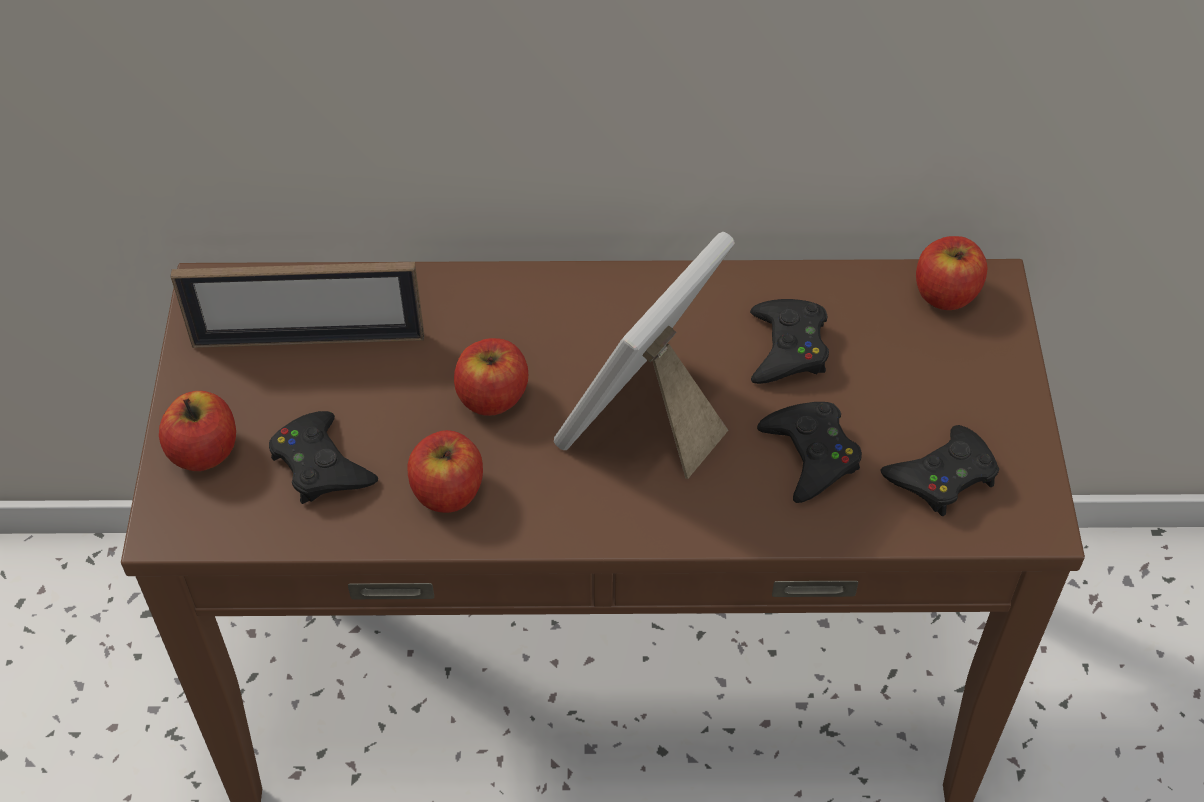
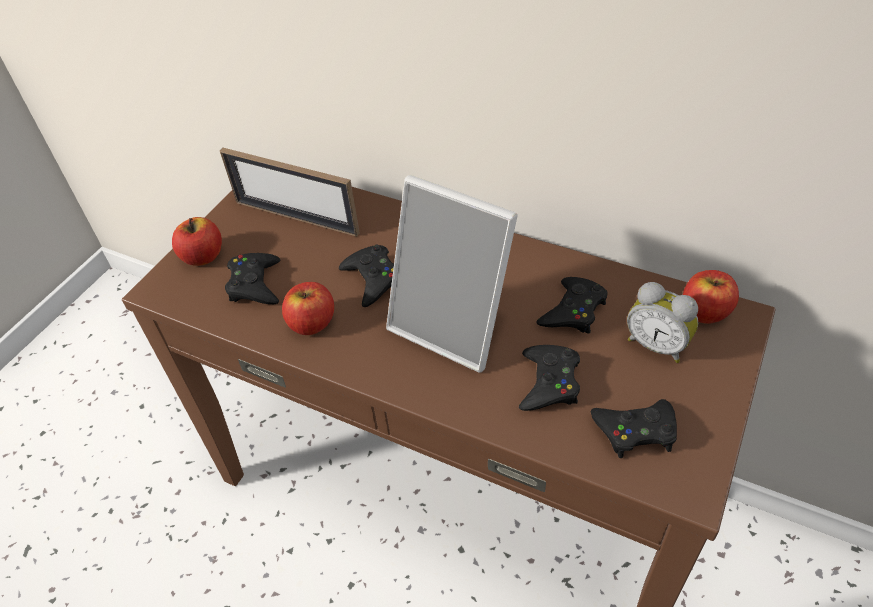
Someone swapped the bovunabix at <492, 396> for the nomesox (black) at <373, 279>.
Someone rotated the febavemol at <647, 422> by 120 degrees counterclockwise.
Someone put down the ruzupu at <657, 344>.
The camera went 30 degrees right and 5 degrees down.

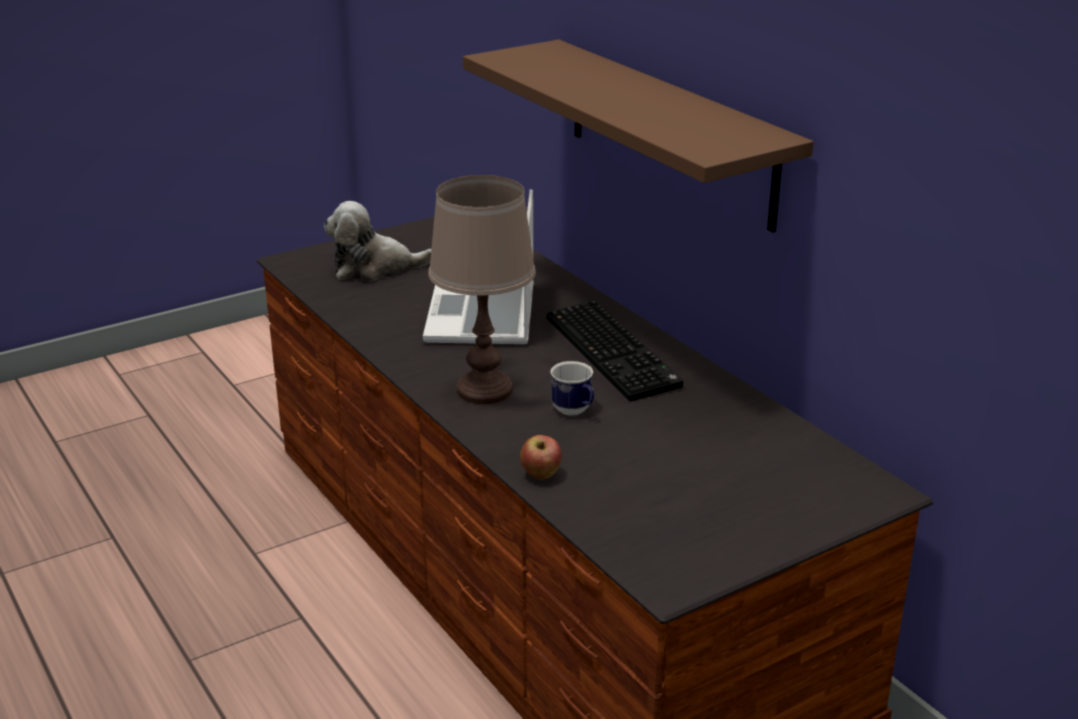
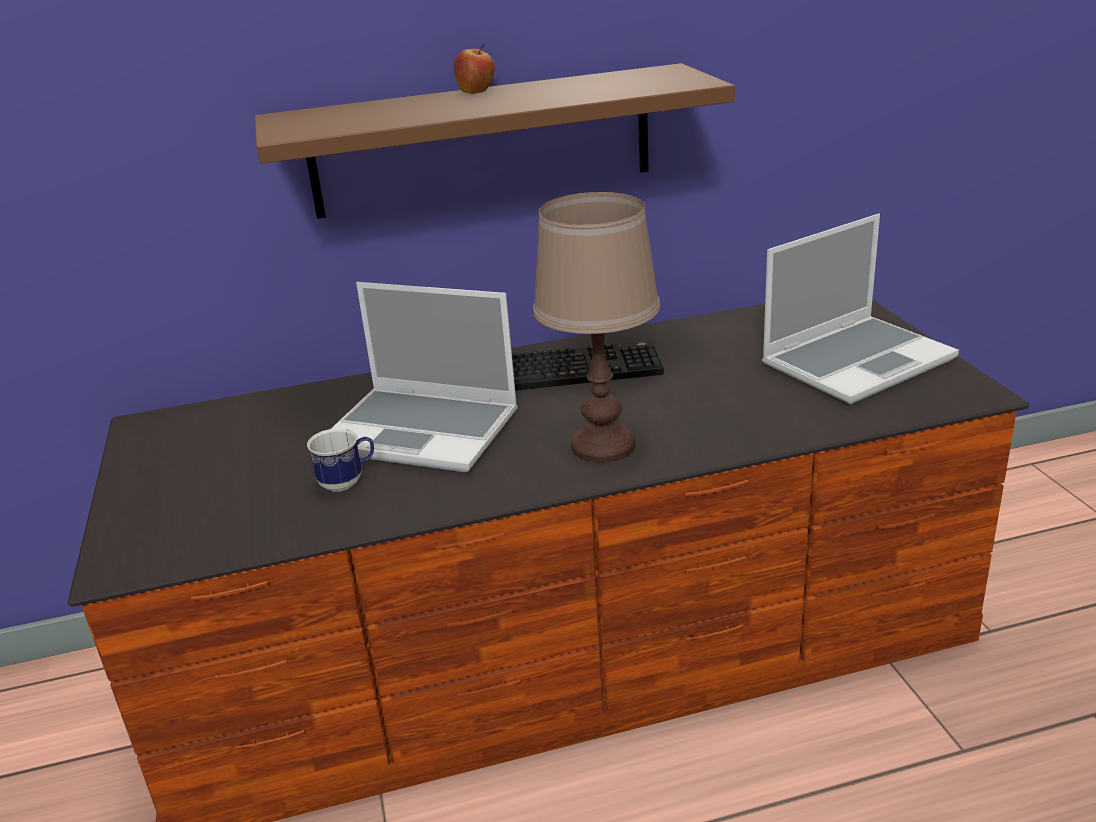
Someone carried the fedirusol from <575, 412> to <348, 482>.
Someone carried the bovunabix from <541, 475> to <477, 92>.
Someone put down the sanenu at <857, 361>.
Someone took away the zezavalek at <374, 268>.
The camera went 70 degrees left and 0 degrees up.

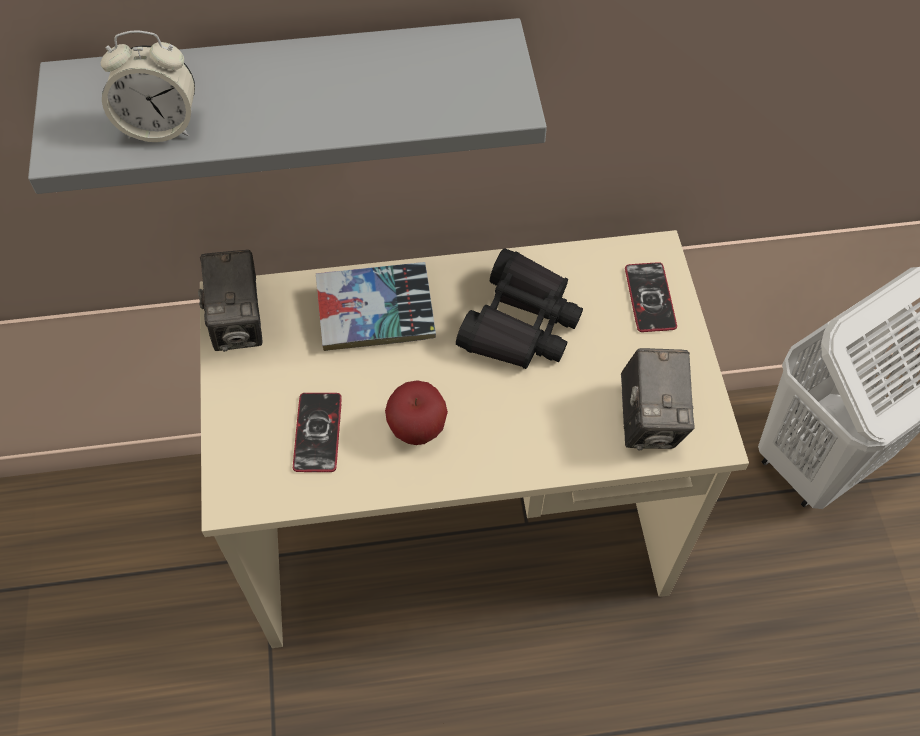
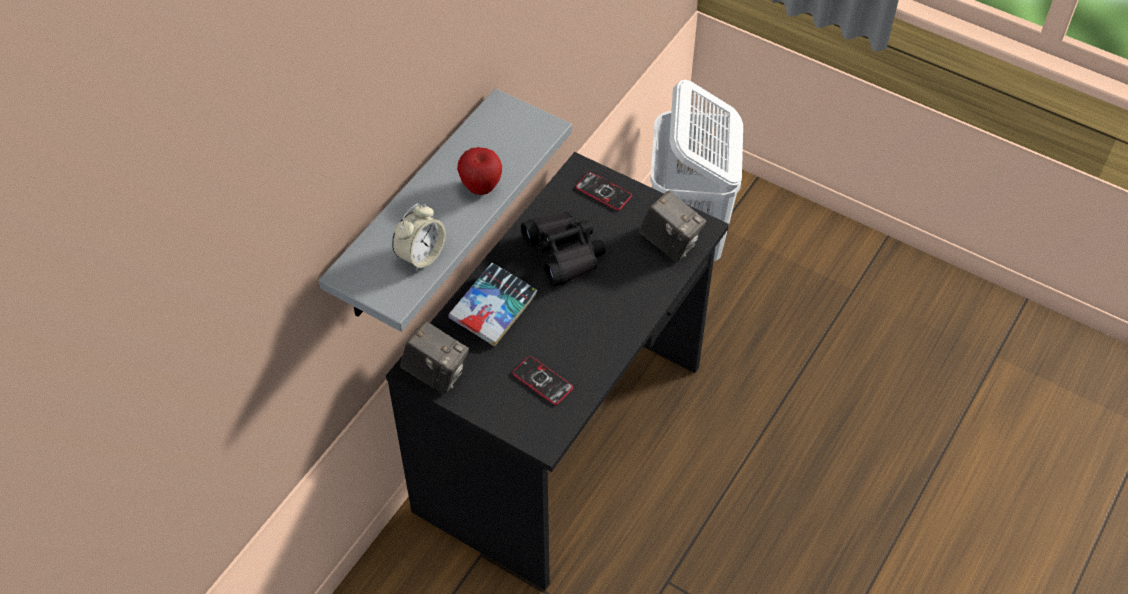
Someone repainted the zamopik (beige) at <459, 530>, which became the zamopik (black) at <563, 439>.
Someone carried the bovunabix from <417, 430> to <481, 187>.
The camera went 50 degrees left and 5 degrees down.

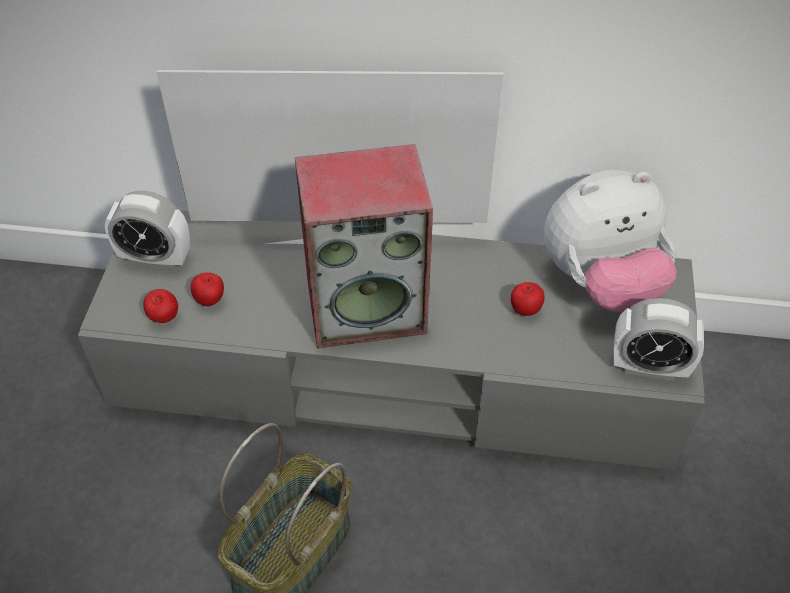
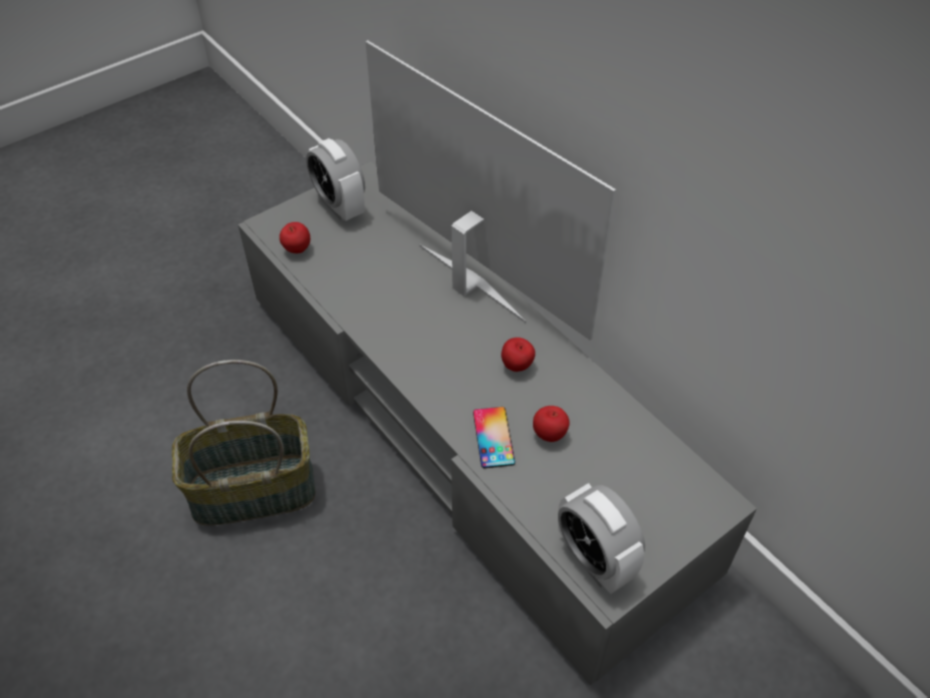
Someone put down the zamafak at <493, 437>.
Someone carried the bovunabix from <210, 300> to <517, 366>.
Someone took away the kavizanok at <367, 306>.
Someone took away the zezavalek at <600, 283>.
The camera went 45 degrees right and 0 degrees up.

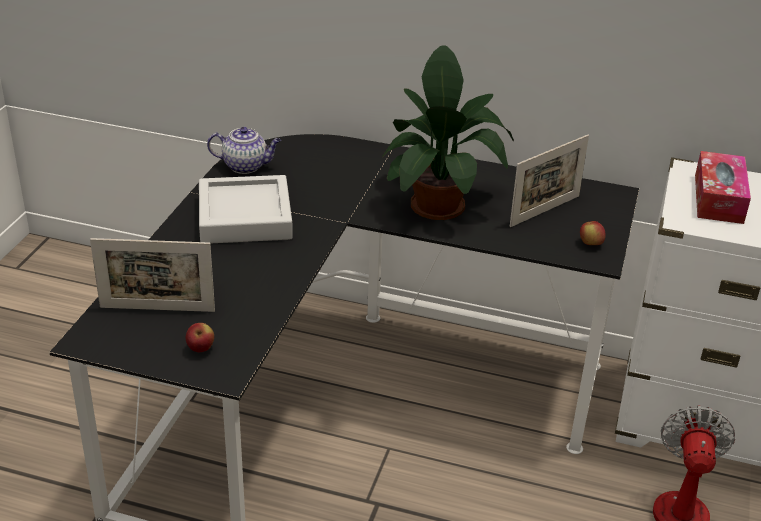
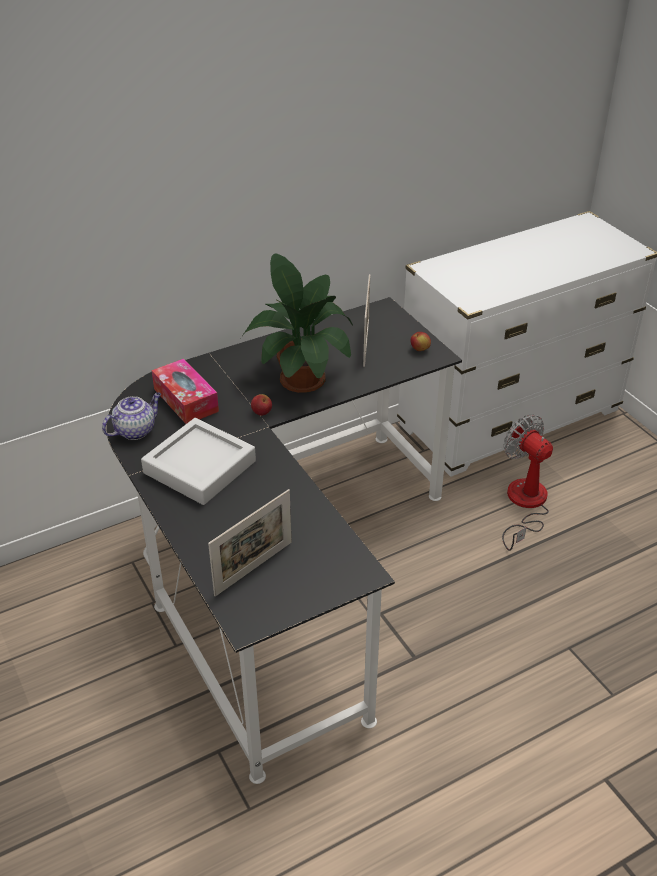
Someone carried the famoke from <718, 198> to <186, 400>.
Someone carried the bovunabix from <200, 349> to <262, 413>.
The camera went 45 degrees left and 5 degrees up.

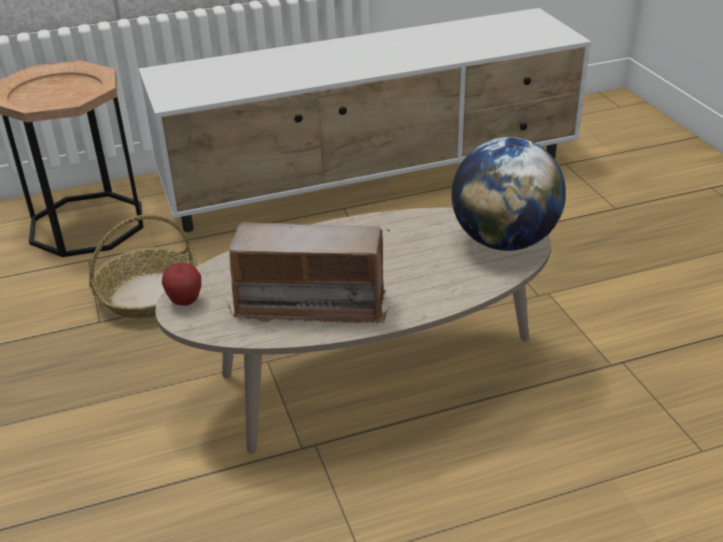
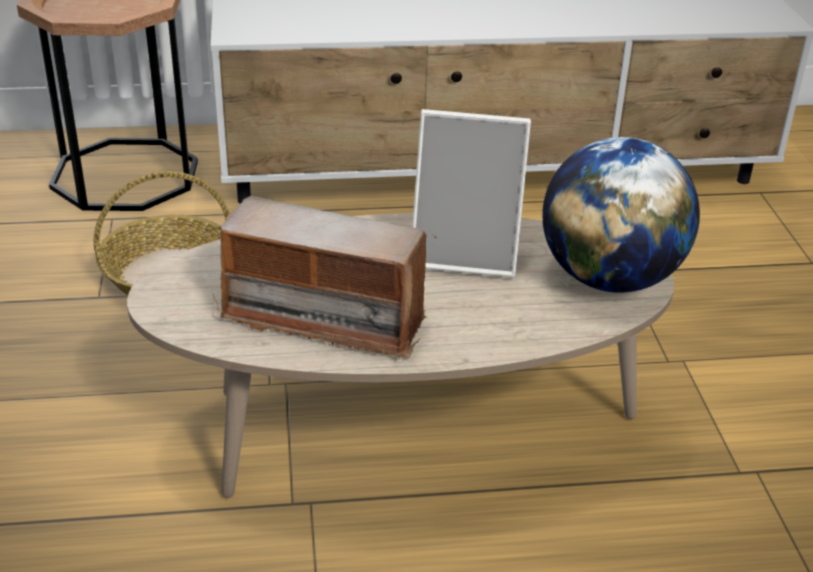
Someone put down the febavemol at <466, 253>.
Someone took away the bovunabix at <185, 301>.
The camera went 10 degrees right and 0 degrees up.

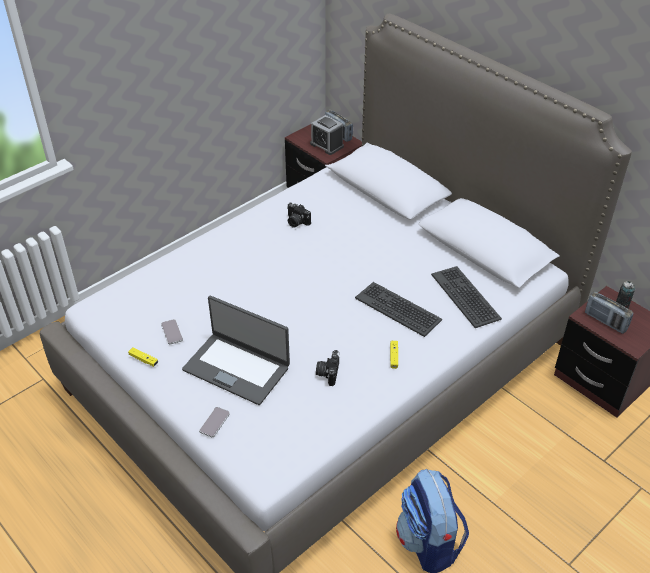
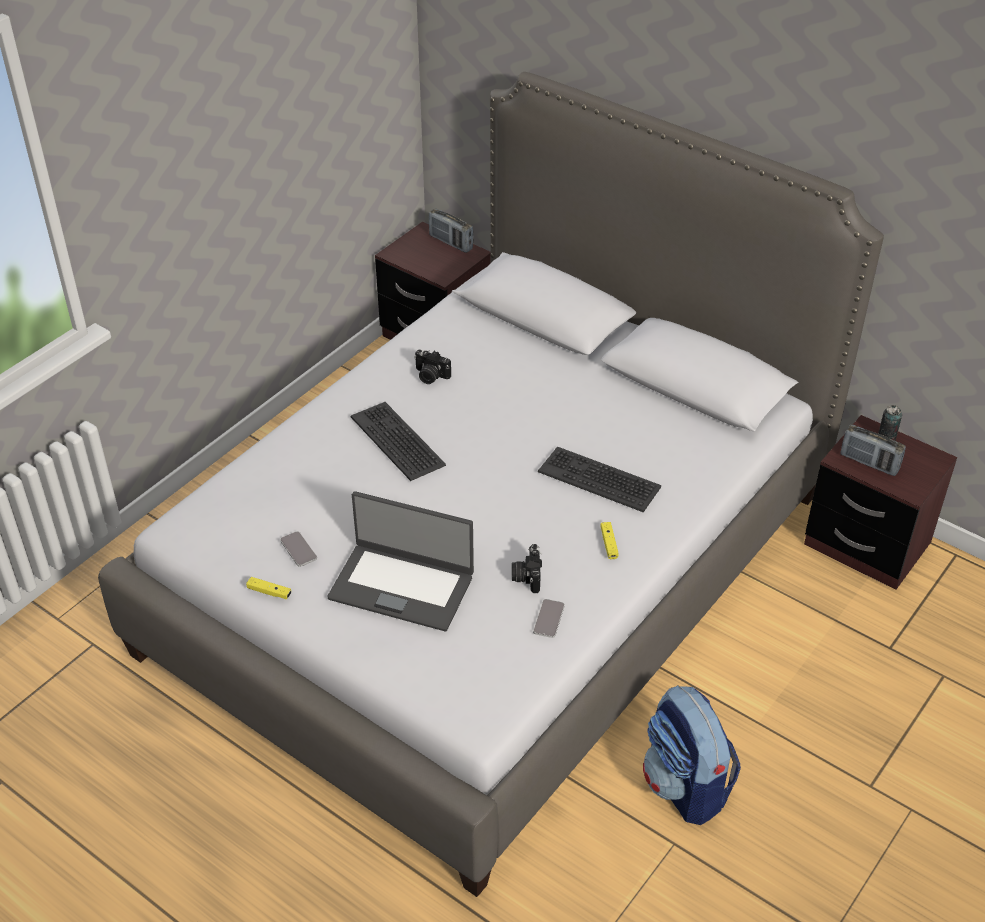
Someone carried the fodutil from <466, 296> to <398, 441>.
Someone carried the zamafak from <214, 422> to <549, 619>.
Someone took away the ruzupu at <327, 145>.
The camera went 10 degrees left and 0 degrees up.

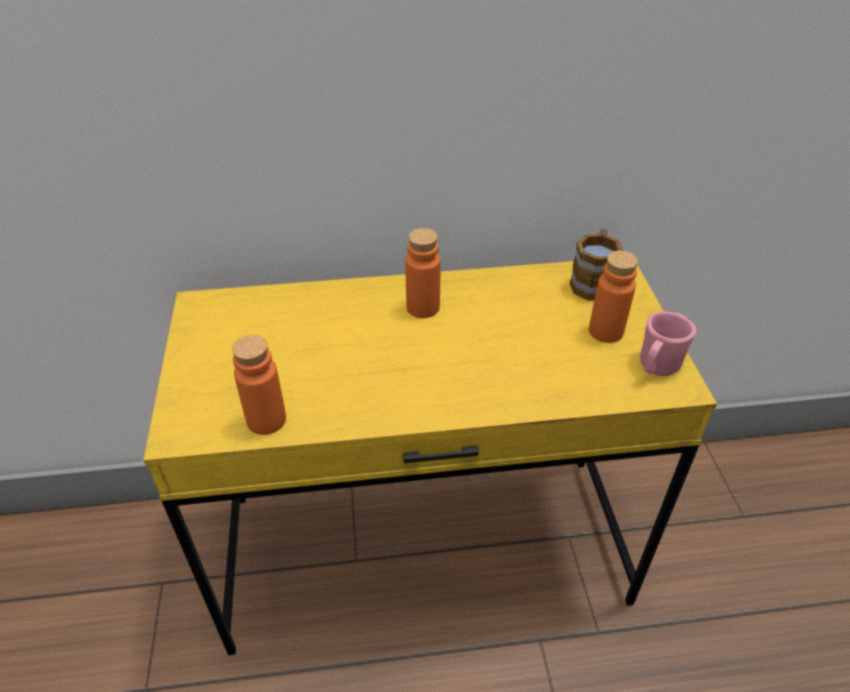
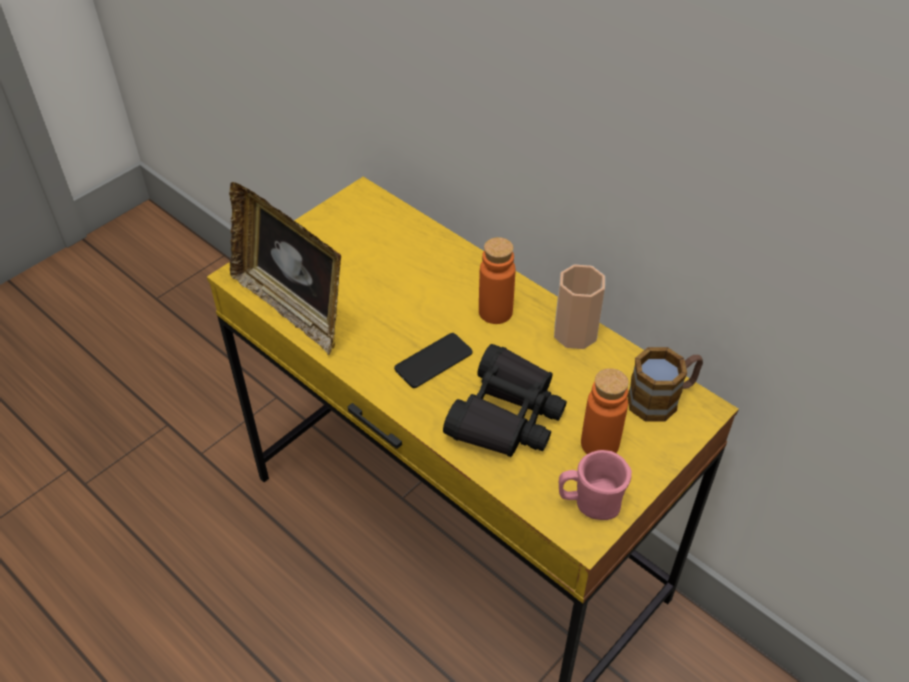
Someone swapped the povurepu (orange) at <266, 420> for the febavemol at <292, 307>.
Someone put down the zamafak at <433, 361>.
Someone put down the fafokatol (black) at <506, 415>.
Someone put down the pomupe at <575, 333>.
The camera went 50 degrees right and 5 degrees up.

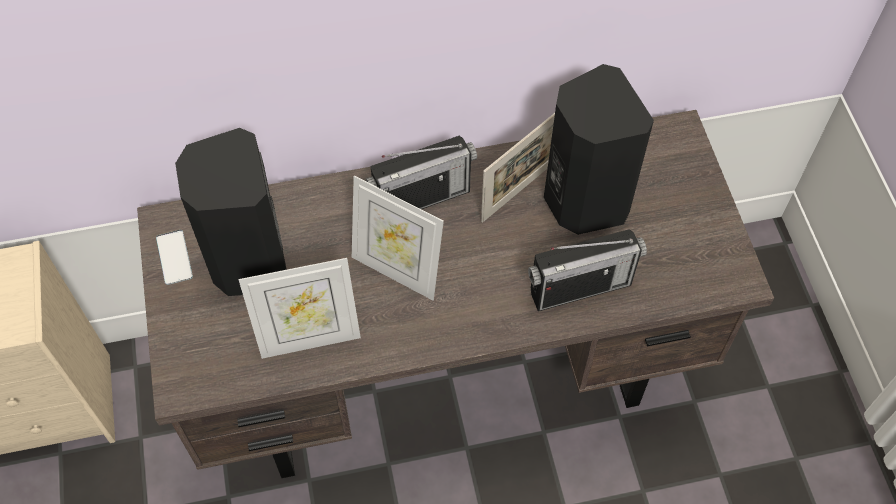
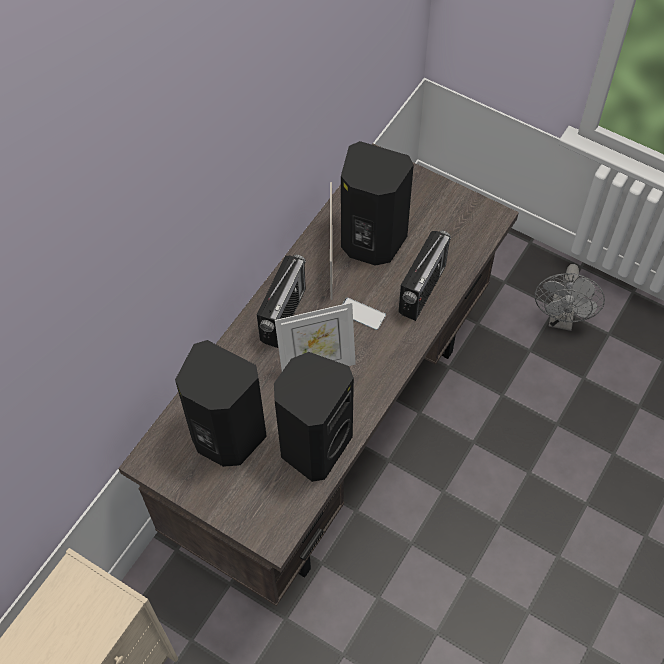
Someone swapped the febavemol at <309, 338> for the kavizanok (black) at <313, 445>.
Someone carried the zamafak from <174, 257> to <361, 314>.
Someone put down the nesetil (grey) at <561, 319>.
The camera went 45 degrees left and 0 degrees up.

